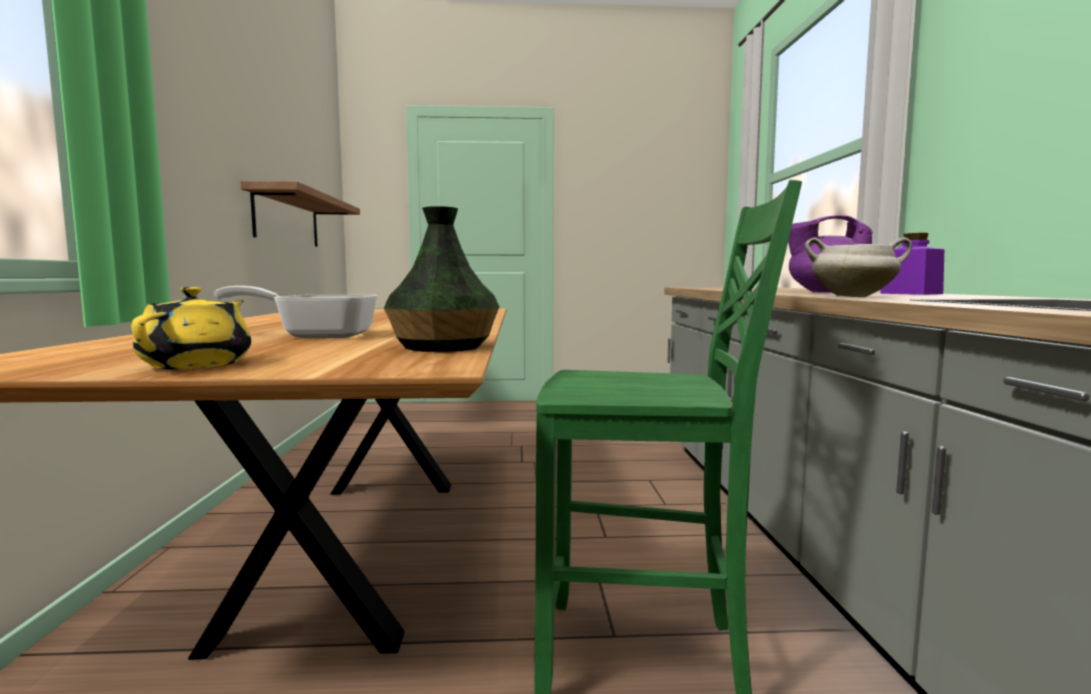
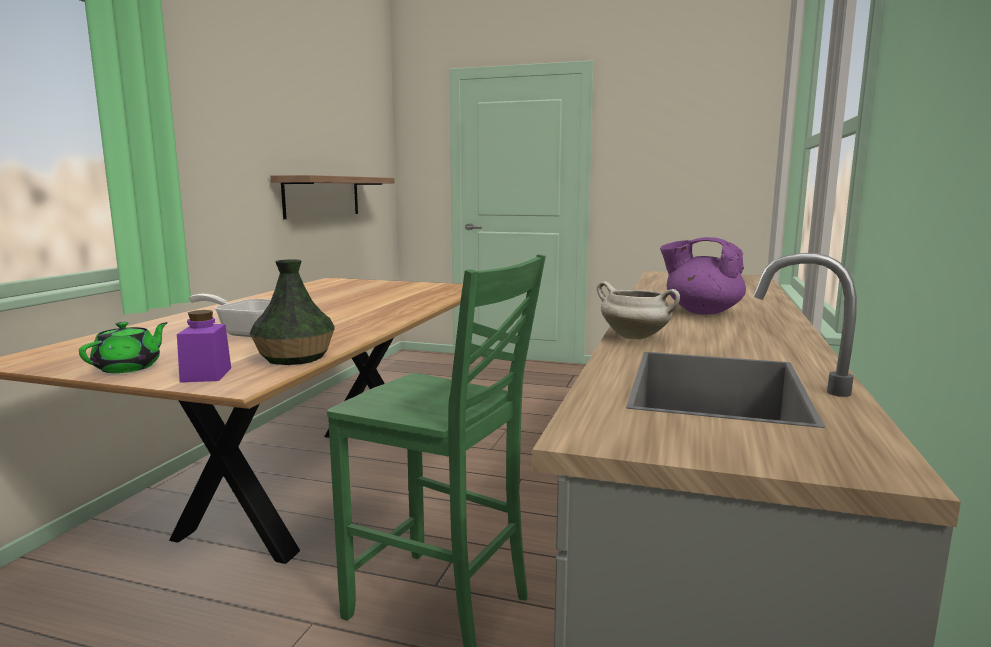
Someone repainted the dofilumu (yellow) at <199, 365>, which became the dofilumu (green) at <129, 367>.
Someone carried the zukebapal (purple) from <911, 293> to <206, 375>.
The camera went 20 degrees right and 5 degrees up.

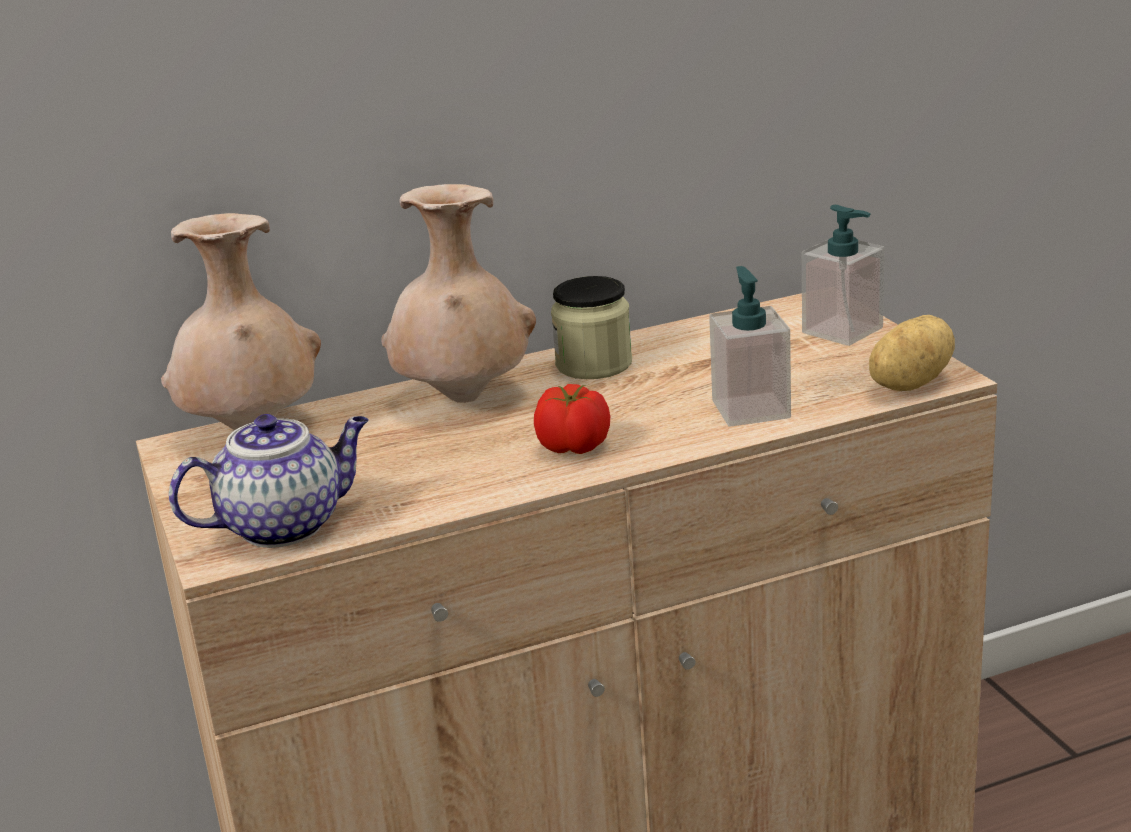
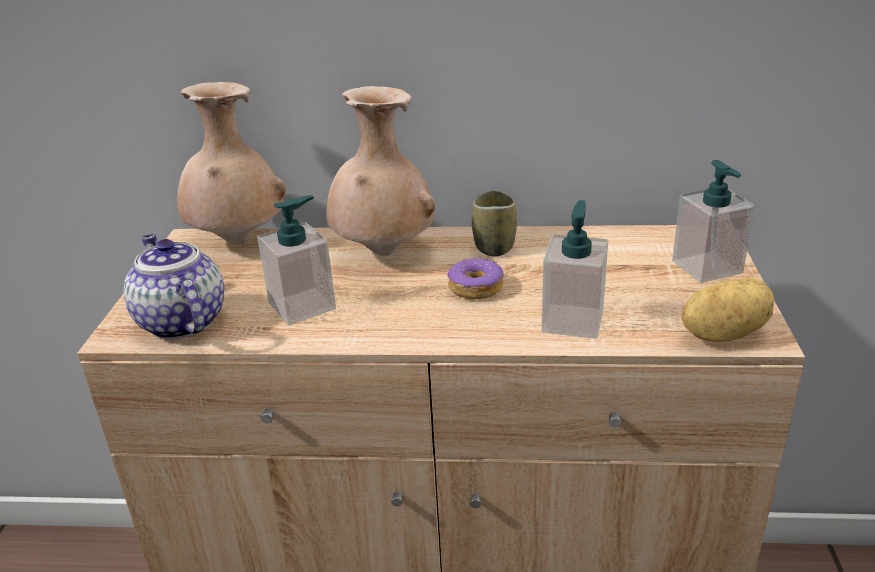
Someone rotated the dofilumu at <285, 525> by 120 degrees counterclockwise.
Someone put down the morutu at <302, 306>.
Someone put down the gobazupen at <475, 288>.
Someone swapped the zukebapal at <594, 364> for the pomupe at <494, 247>.
Someone took away the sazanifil at <574, 447>.
The camera went 25 degrees right and 5 degrees up.

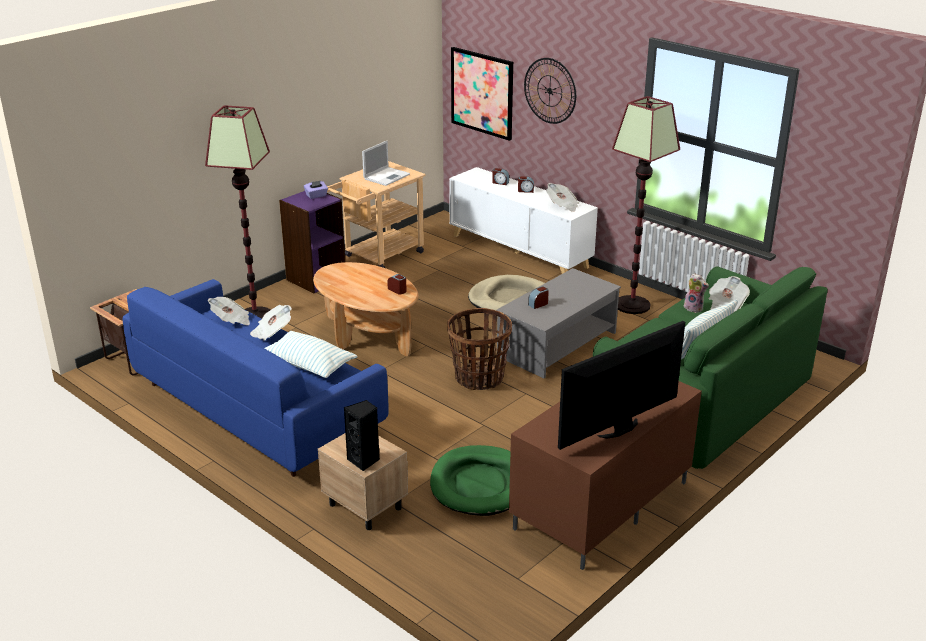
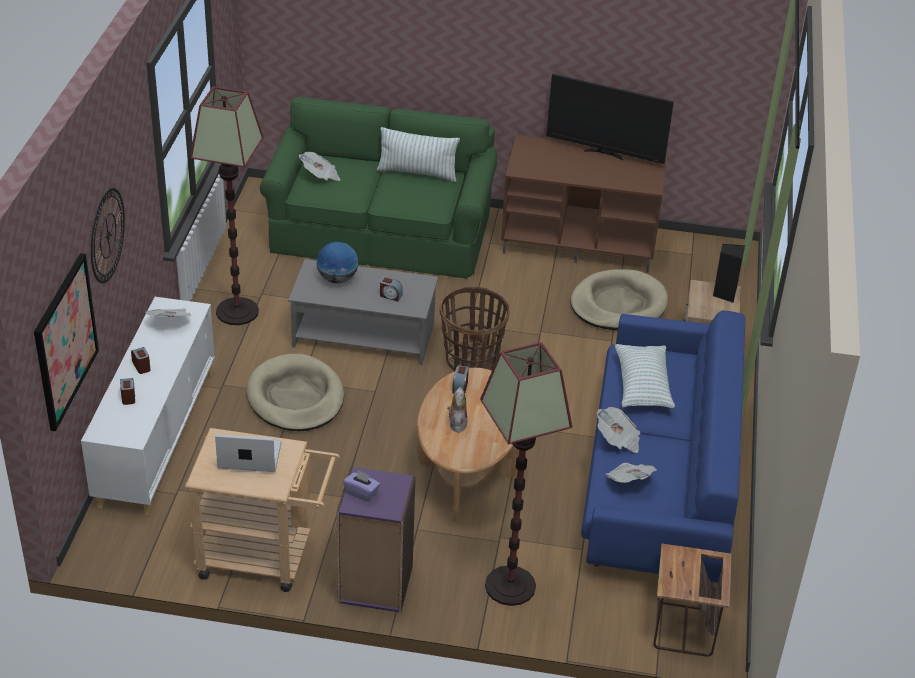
Someone put down the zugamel at <337, 279>.
Someone carried the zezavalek from <694, 308> to <456, 424>.
Someone repainted the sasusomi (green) at <480, 484>, which became the sasusomi (beige) at <618, 304>.
The camera went 125 degrees left and 10 degrees up.

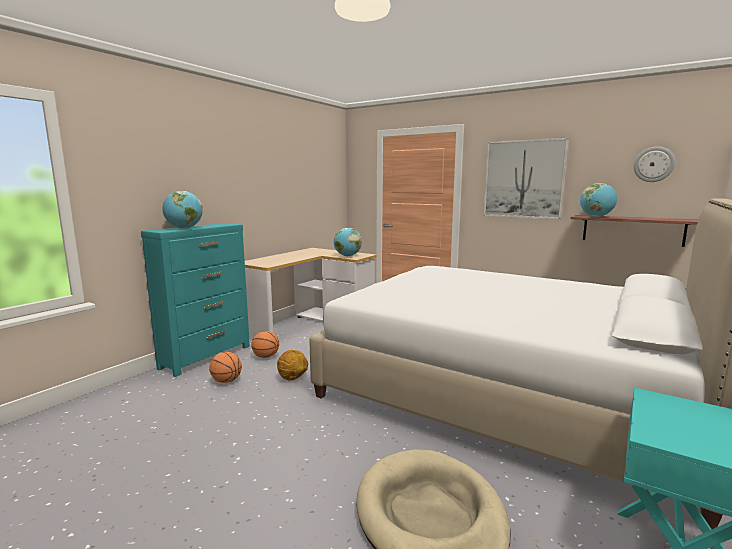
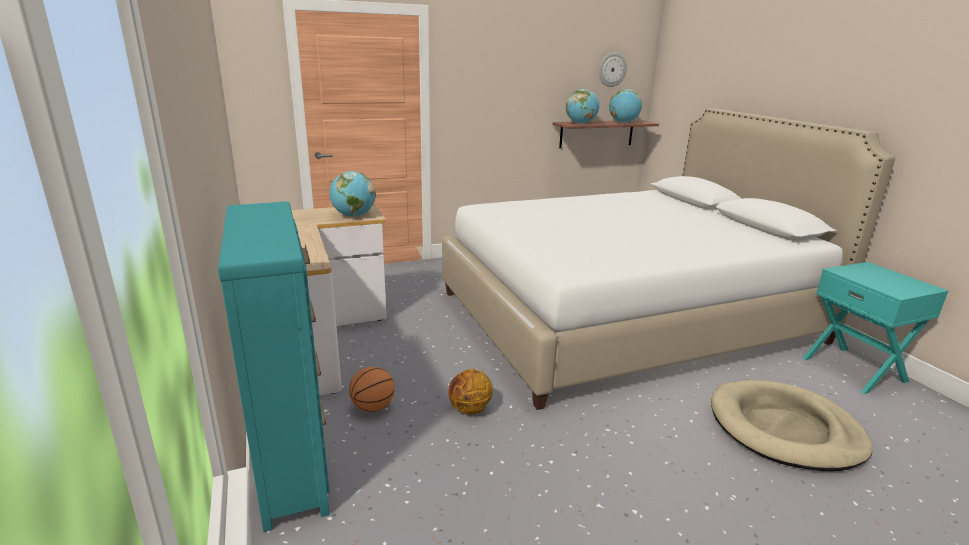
Someone carried the zugamel from <184, 228> to <623, 122>.
Someone took away the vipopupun at <226, 381>.
Someone took away the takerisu at <524, 179>.
The camera went 55 degrees left and 10 degrees up.

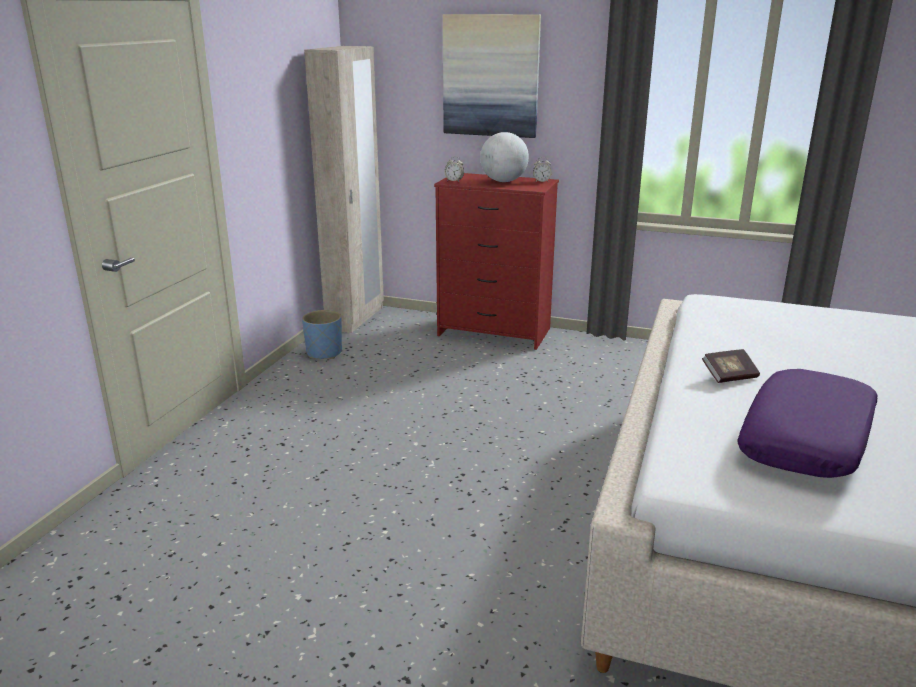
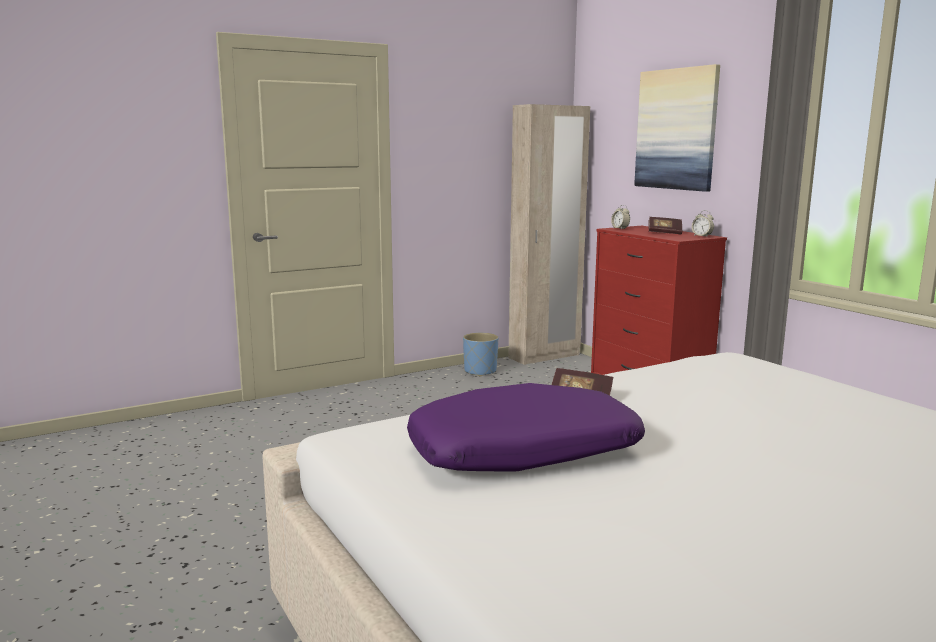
Someone swapped the zugamel at <503, 181> for the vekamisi at <664, 233>.
The camera went 40 degrees right and 10 degrees down.

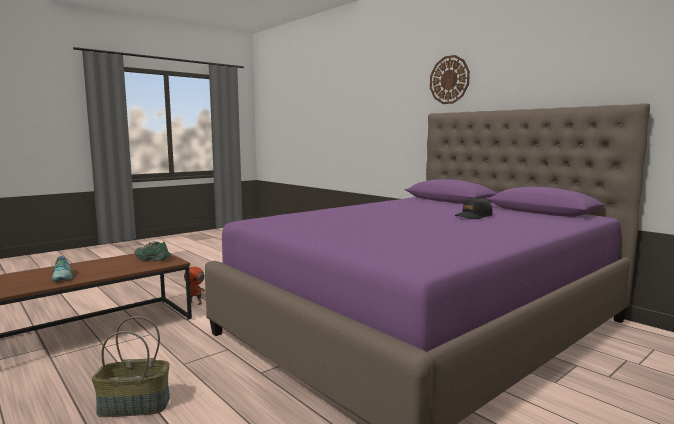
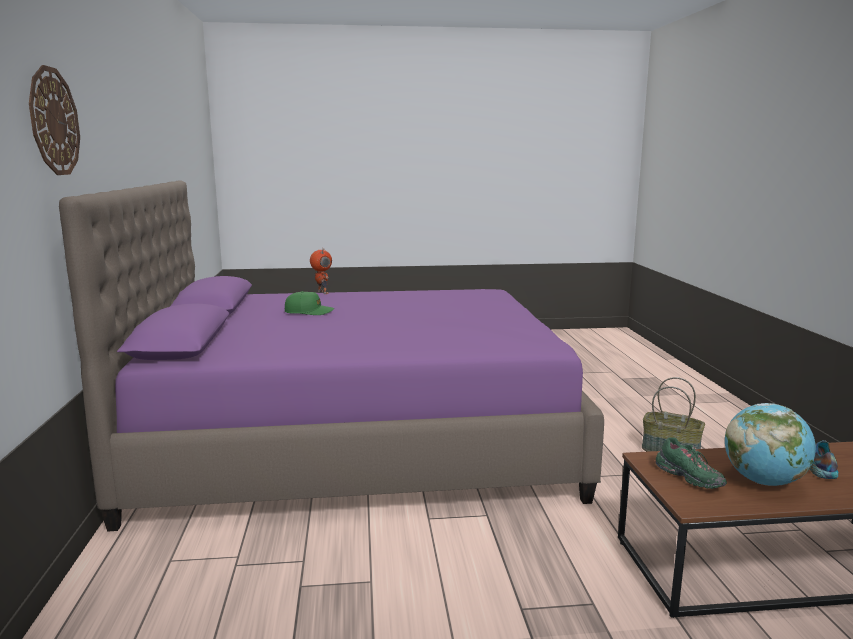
Someone repainted the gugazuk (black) at <473, 216>, which became the gugazuk (green) at <309, 312>.
Someone carried the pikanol from <195, 303> to <322, 292>.
Someone put down the zugamel at <763, 481>.
The camera went 145 degrees left and 5 degrees up.

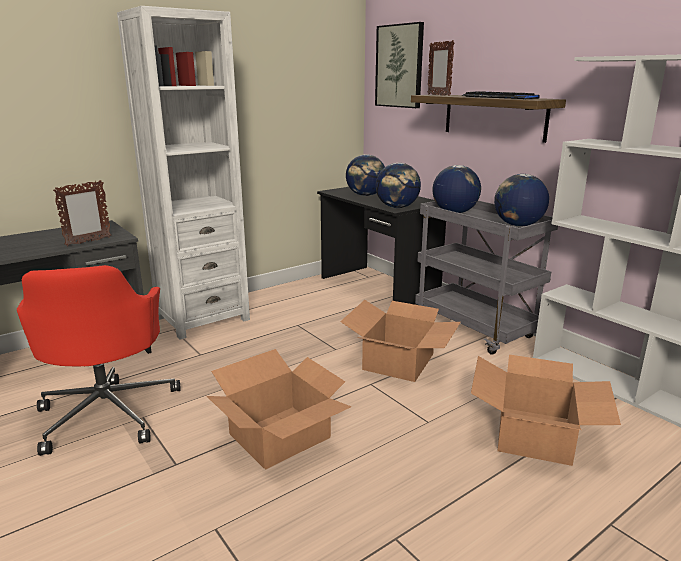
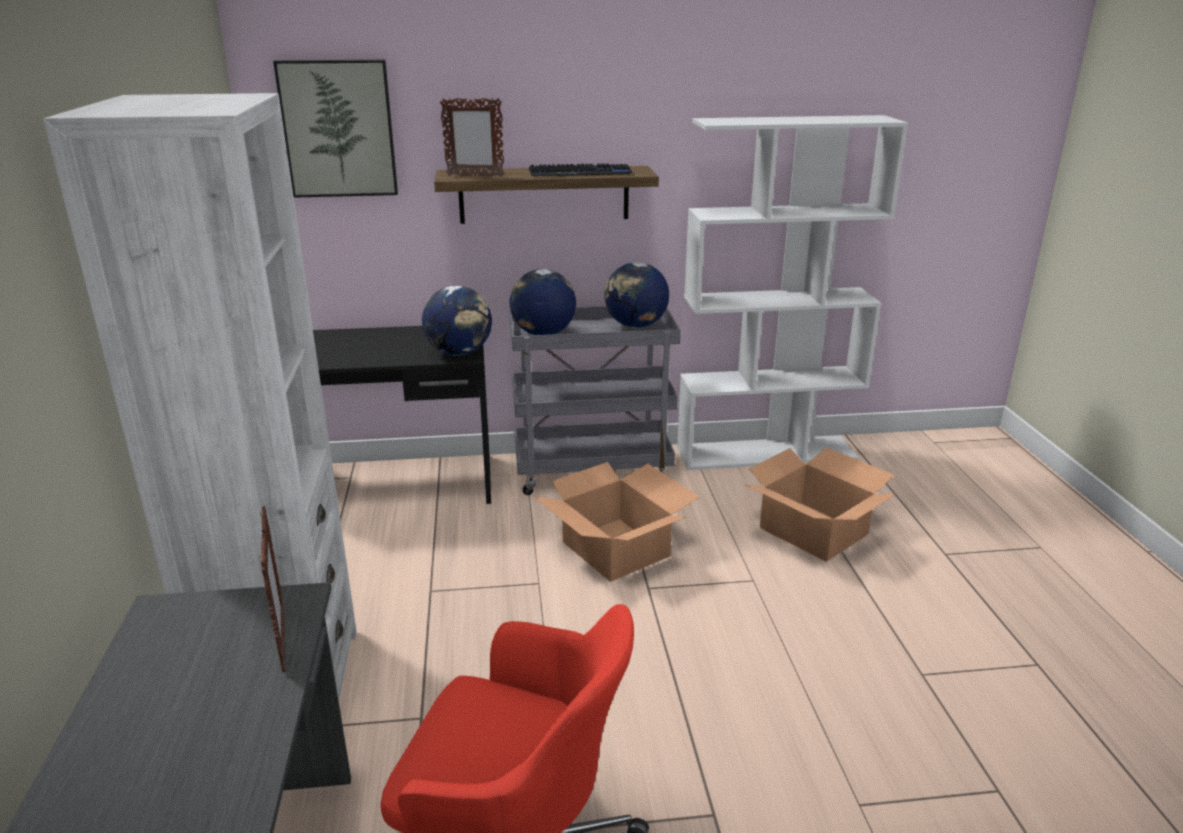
Someone took away the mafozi at <280, 436>.
Someone took away the zugamel at <365, 195>.
The camera went 60 degrees left and 5 degrees up.

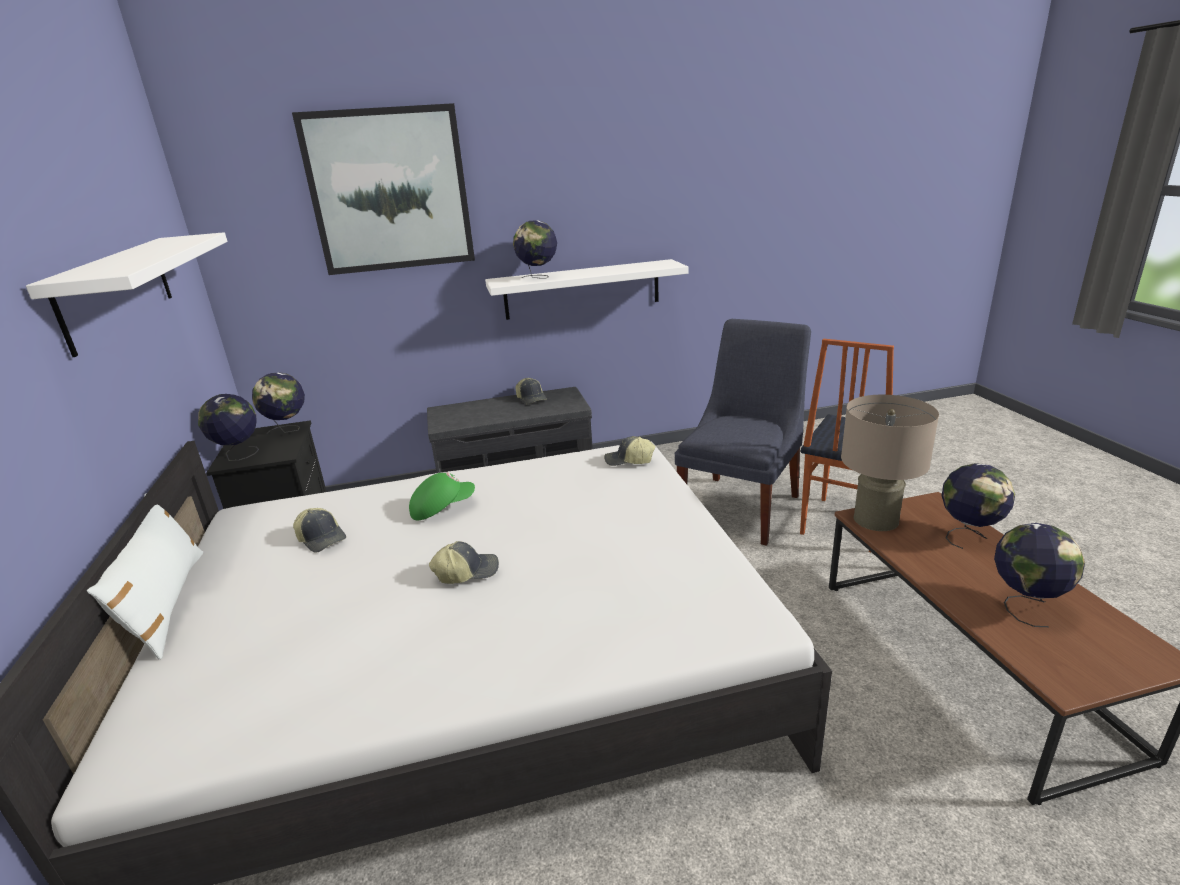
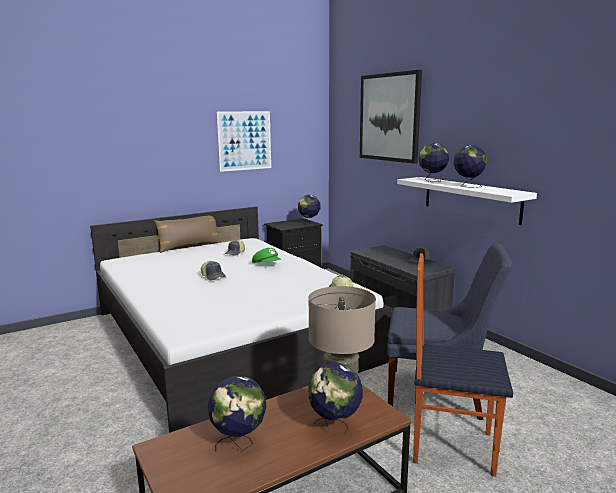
Someone repainted the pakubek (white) at <167, 603>, which became the pakubek (brown) at <189, 246>.
Someone swapped the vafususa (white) at <117, 290> for the takerisu at <244, 140>.
Someone carried the zugamel from <239, 455> to <468, 186>.
The camera went 70 degrees right and 10 degrees down.

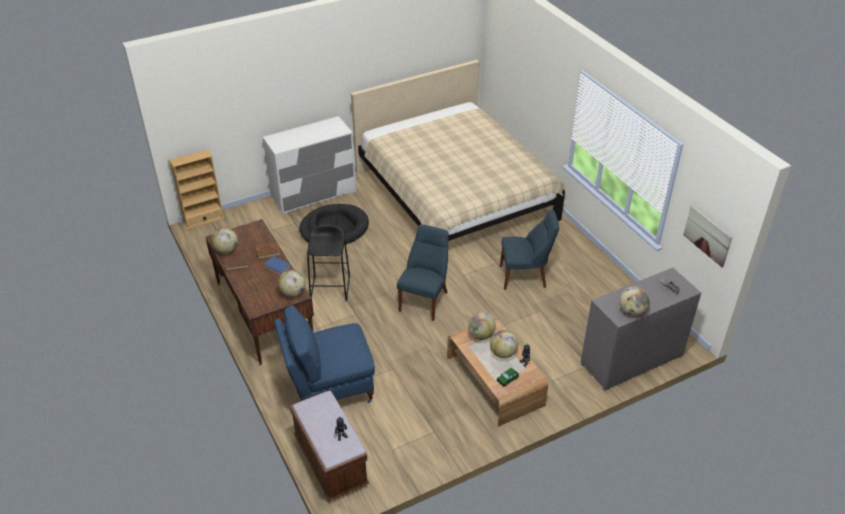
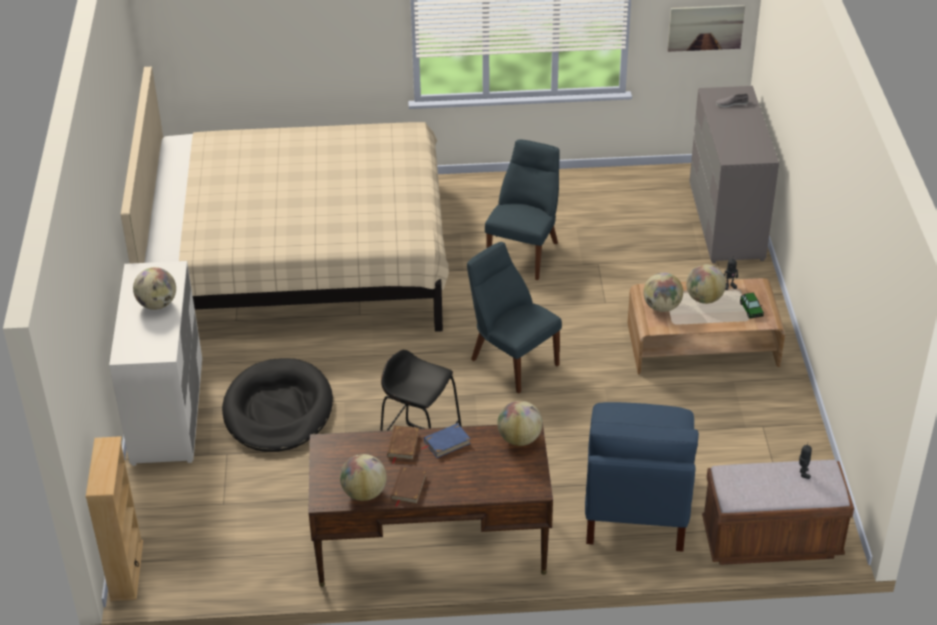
Someone carried the zugamel from <632, 311> to <157, 304>.
The camera went 65 degrees left and 0 degrees up.

